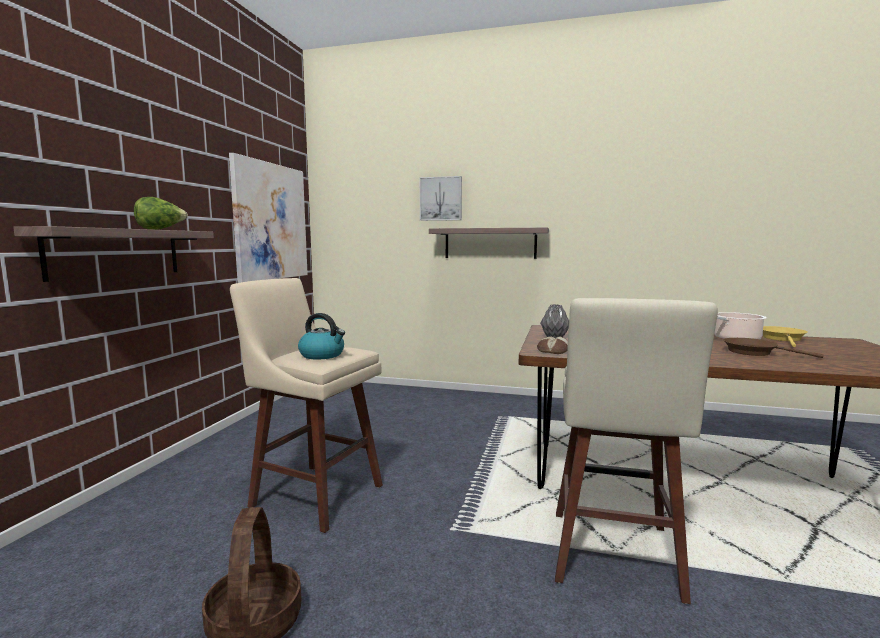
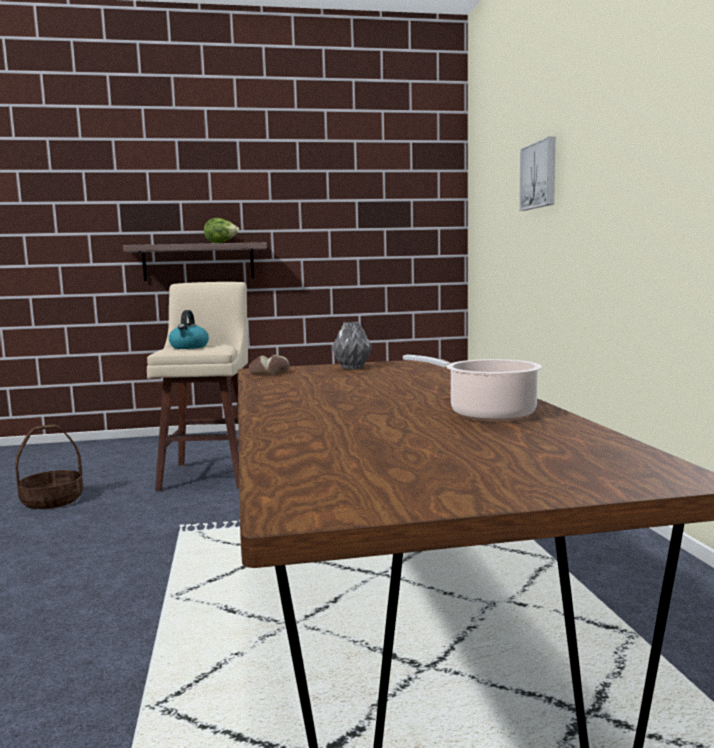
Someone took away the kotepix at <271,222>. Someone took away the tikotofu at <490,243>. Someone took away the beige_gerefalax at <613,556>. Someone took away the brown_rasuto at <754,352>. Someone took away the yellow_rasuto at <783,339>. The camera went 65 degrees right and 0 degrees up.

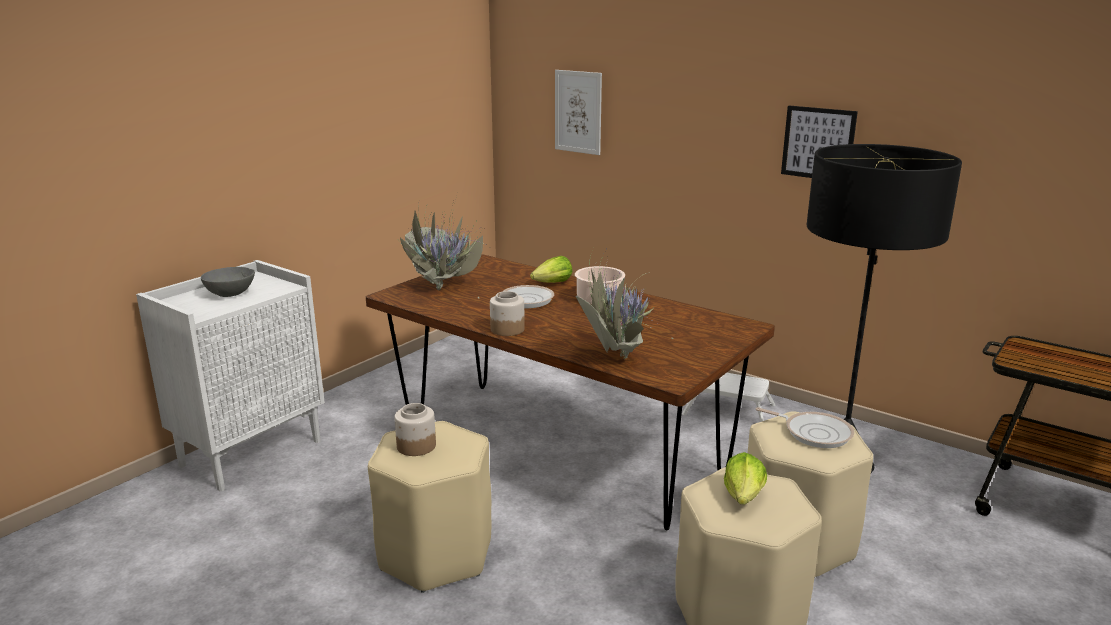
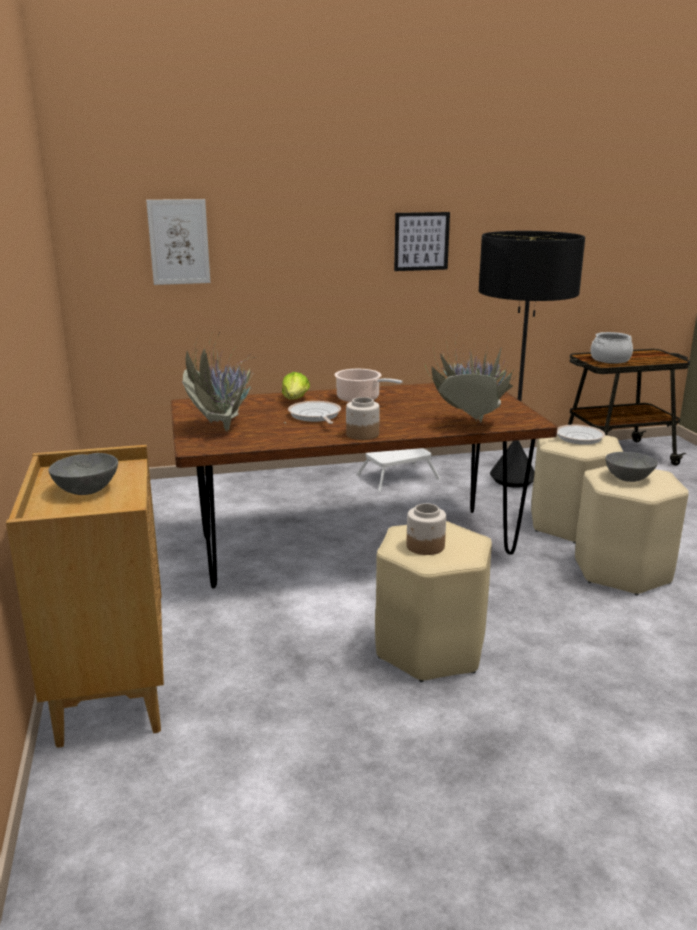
Someone repainted the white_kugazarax at <252,452>, which became the brown_kugazarax at <112,689>. Someone swapped the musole at <744,496> for the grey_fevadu at <628,478>. Someone put down the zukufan at <610,359>. The camera went 50 degrees left and 0 degrees up.

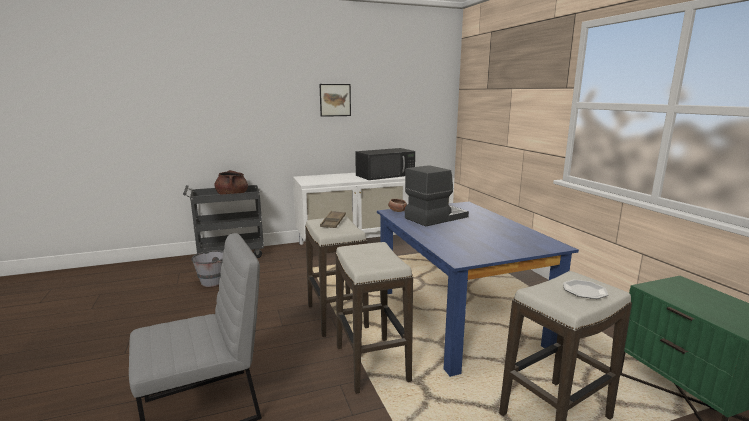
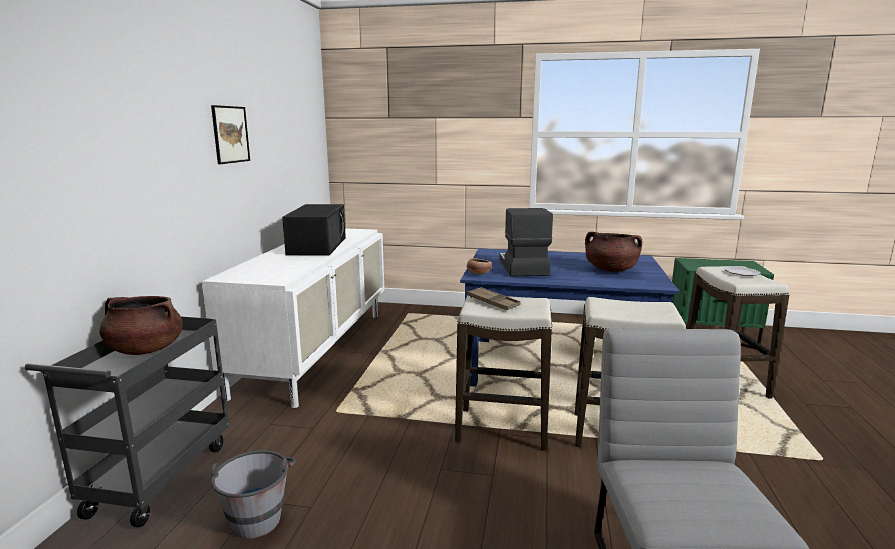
Someone put down the brown_zukufan at <610,270>. The camera went 60 degrees left and 0 degrees up.

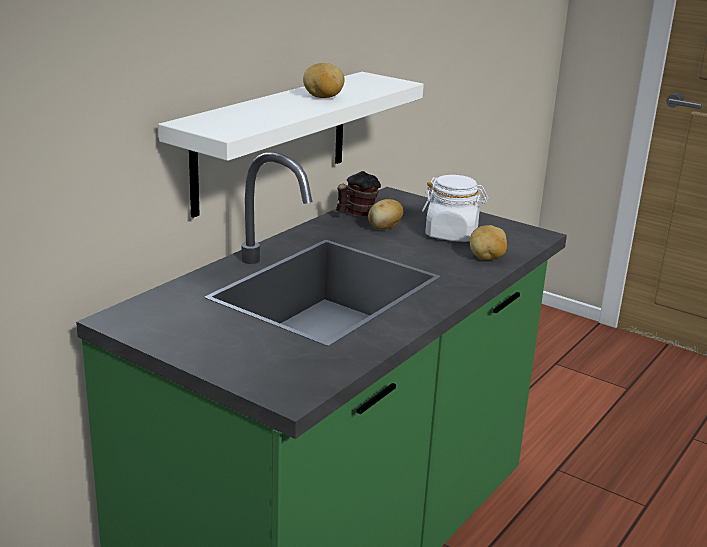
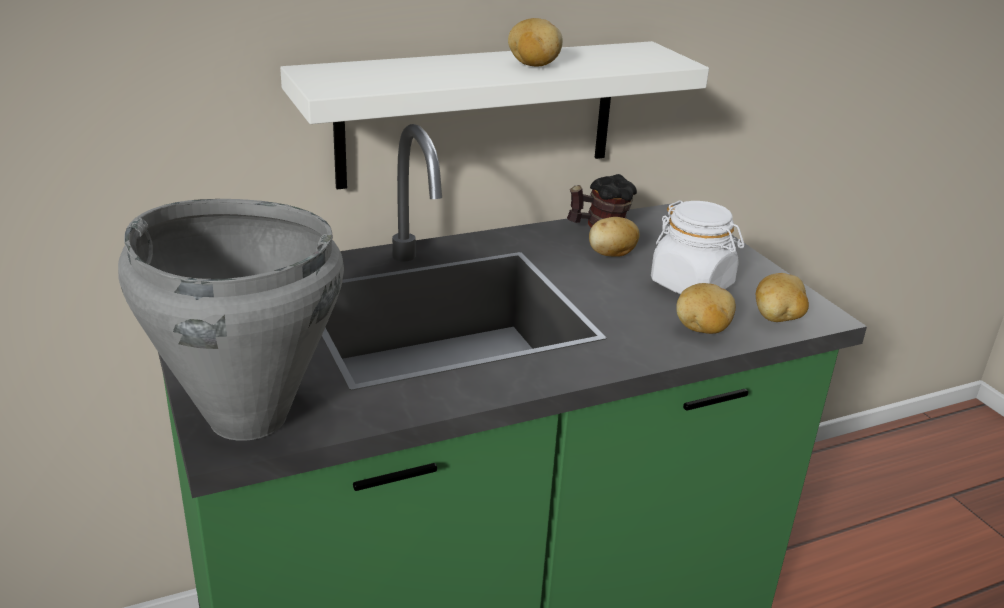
Someone put down the grey_zukufan at <247,416>. Someone put down the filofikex at <777,318>. The camera went 30 degrees right and 5 degrees up.

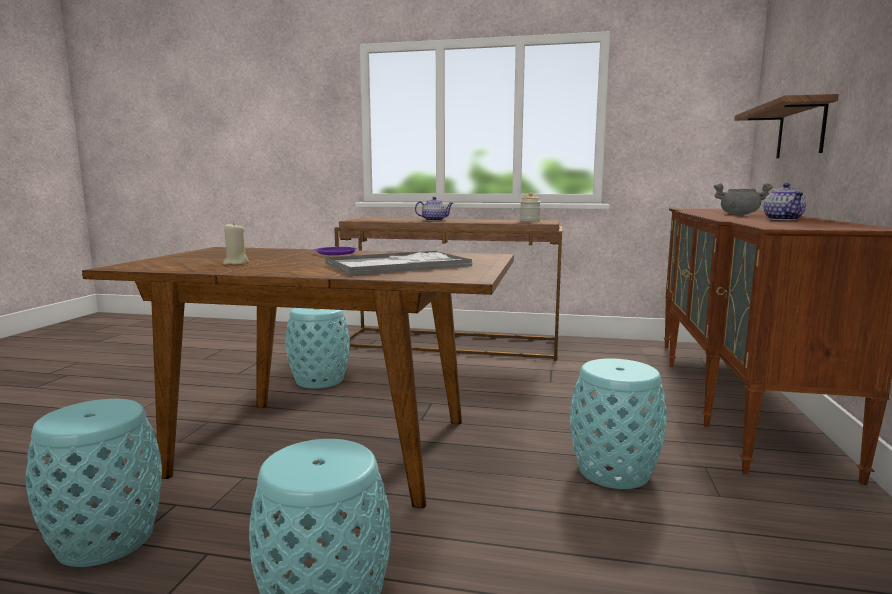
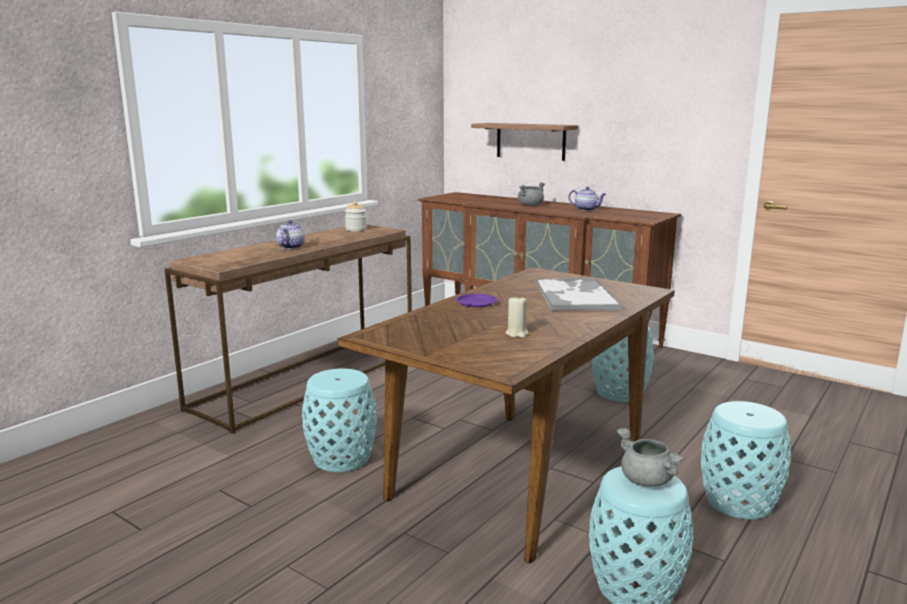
Someone put down the grey_zukufan at <648,481>. The camera went 65 degrees left and 5 degrees up.

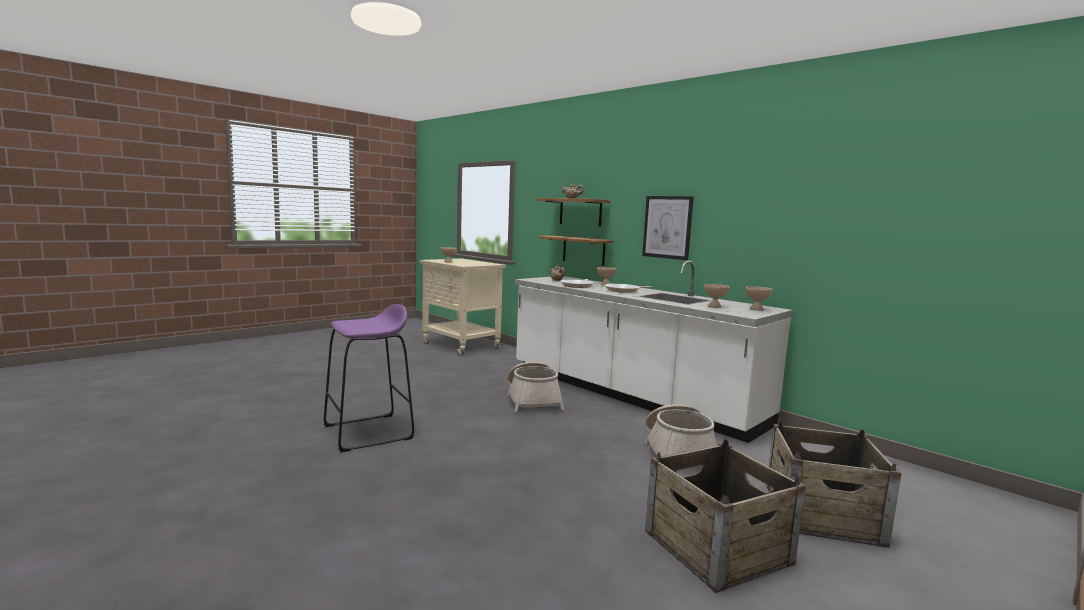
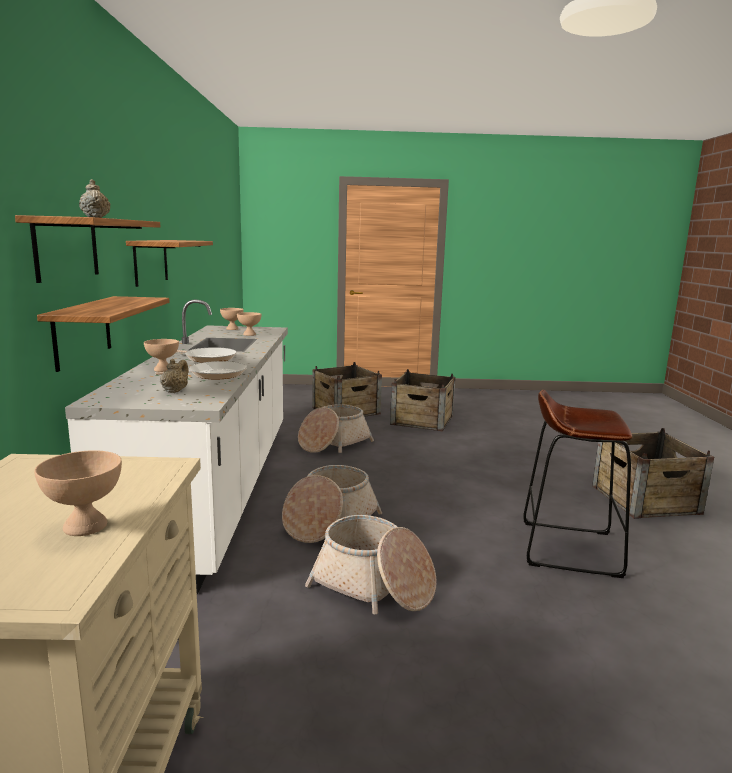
Someone repainted the purple_gerefalax at <368,432>, which became the brown_gerefalax at <569,548>. Someone swapped the kotepix at <667,227> for the tikotofu at <150,261>. Someone put down the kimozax at <374,586>. Someone put down the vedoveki at <644,499>. The camera went 135 degrees left and 5 degrees up.

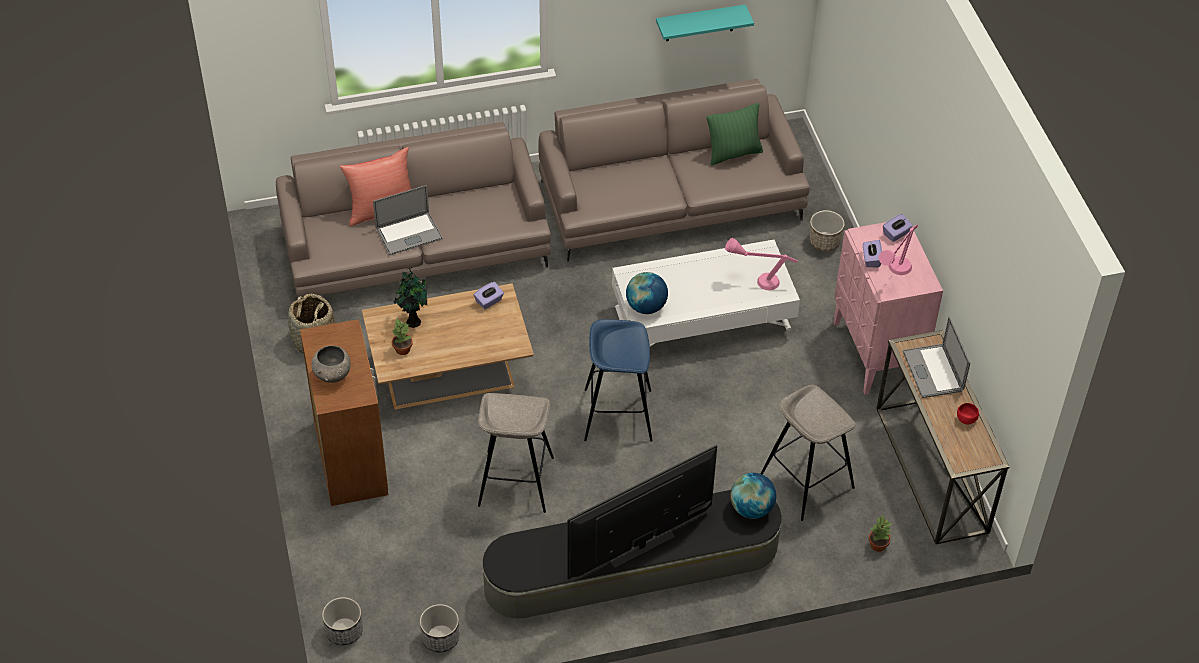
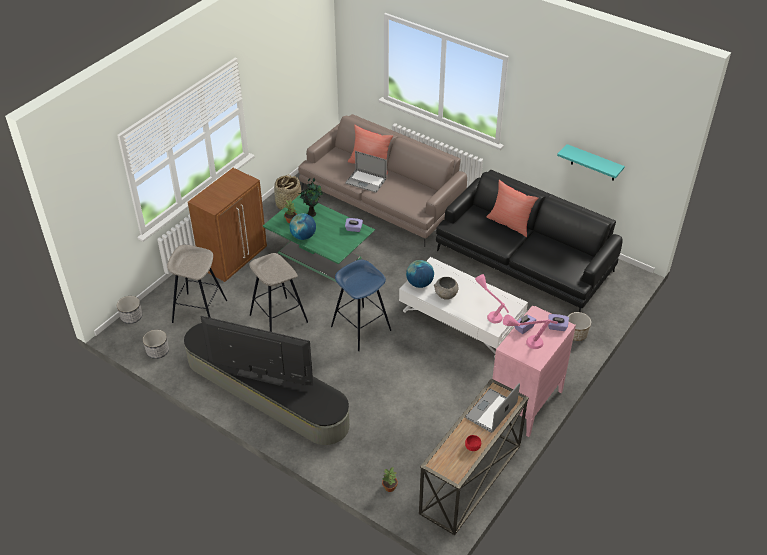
Someone carried the grey_fevadu from <333,375> to <446,295>. Someone repainted the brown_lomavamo at <450,371>, which became the green_lomavamo at <321,255>. Someone repainted the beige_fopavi at <670,199>, which became the black_fopavi at <525,260>. Someone took away the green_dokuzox at <733,153>. Someone carried the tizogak from <751,509> to <303,236>. Someone carried the grey_gerefalax from <806,482> to <199,311>. Someone put down the red_dokuzox at <510,223>. The camera went 50 degrees right and 5 degrees down.

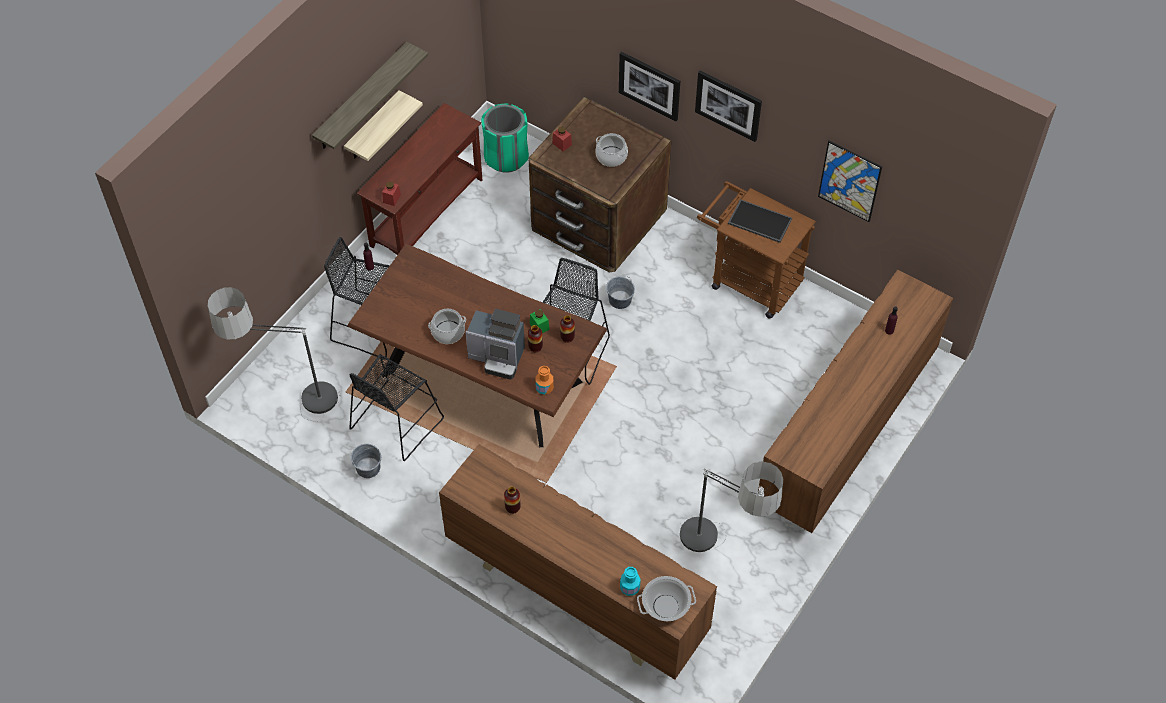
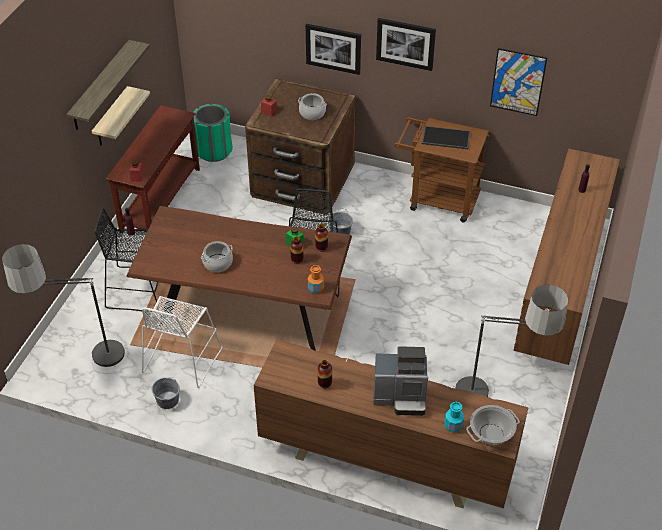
Someone repainted the black_gerefalax at <396,422>, which became the white_gerefalax at <182,358>. Someone carried the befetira from <498,357> to <401,397>. The camera went 15 degrees left and 10 degrees down.

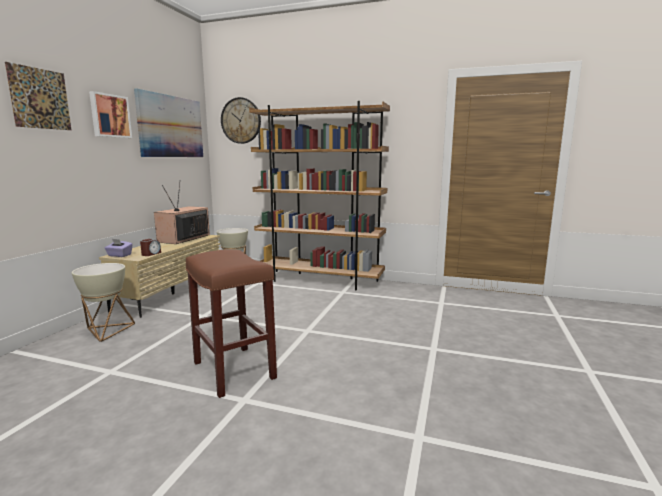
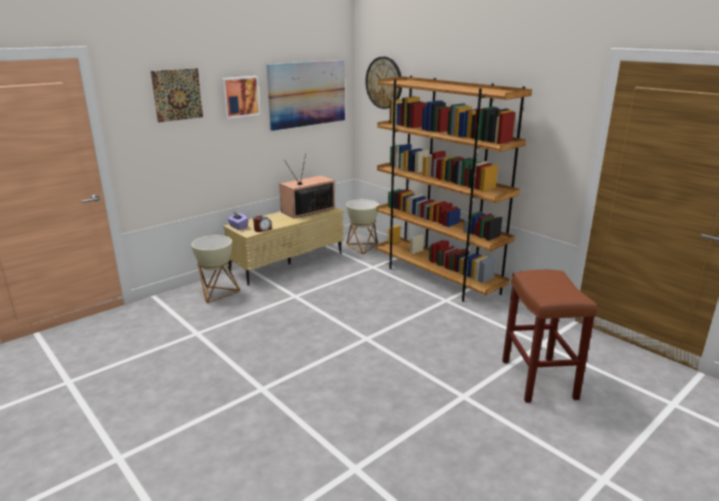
Someone carried the brown_gerefalax from <235,370> to <539,380>. The camera went 30 degrees right and 10 degrees up.

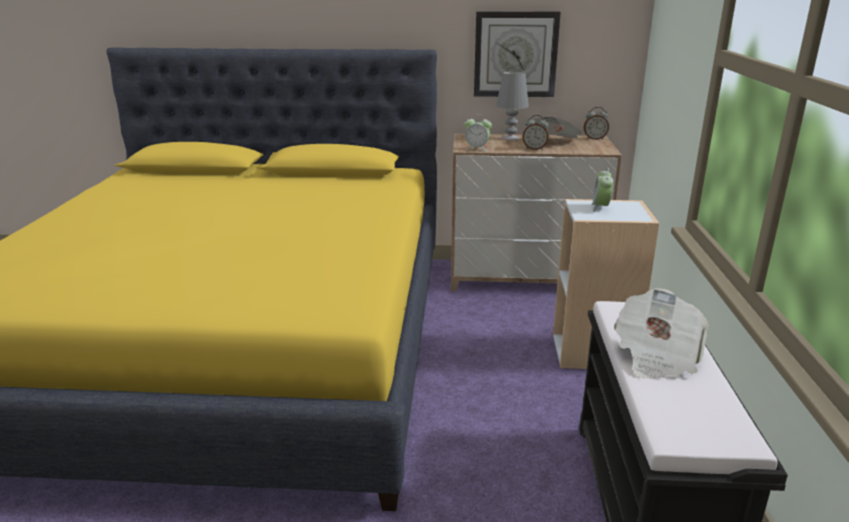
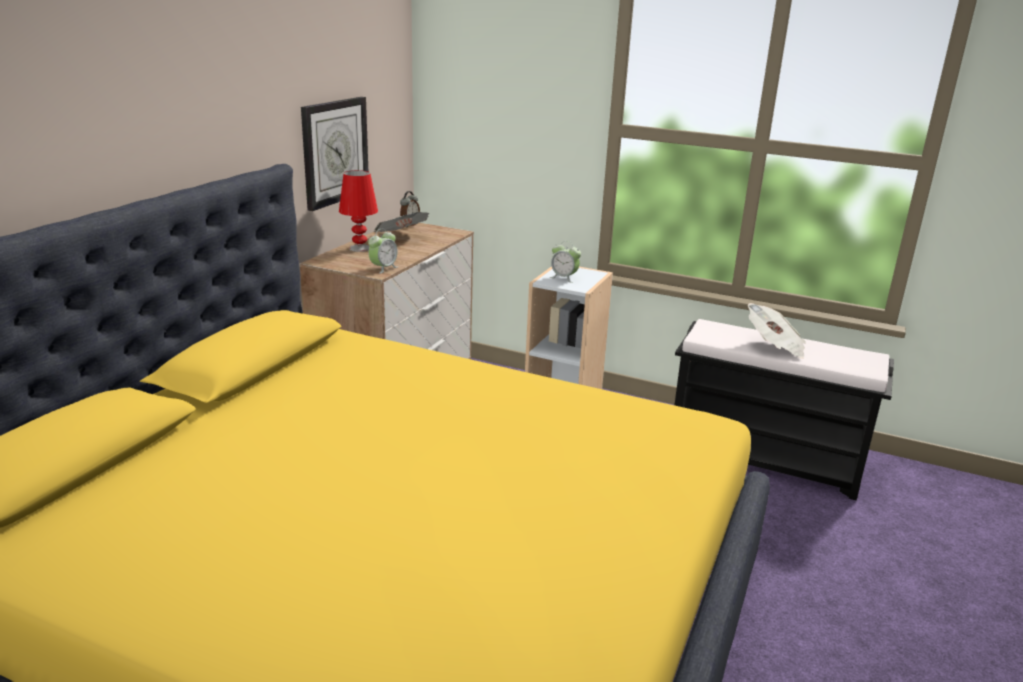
Someone repainted the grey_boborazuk at <510,138>, which became the red_boborazuk at <360,248>. Someone took away the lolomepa at <535,149>. The camera went 70 degrees left and 0 degrees up.

